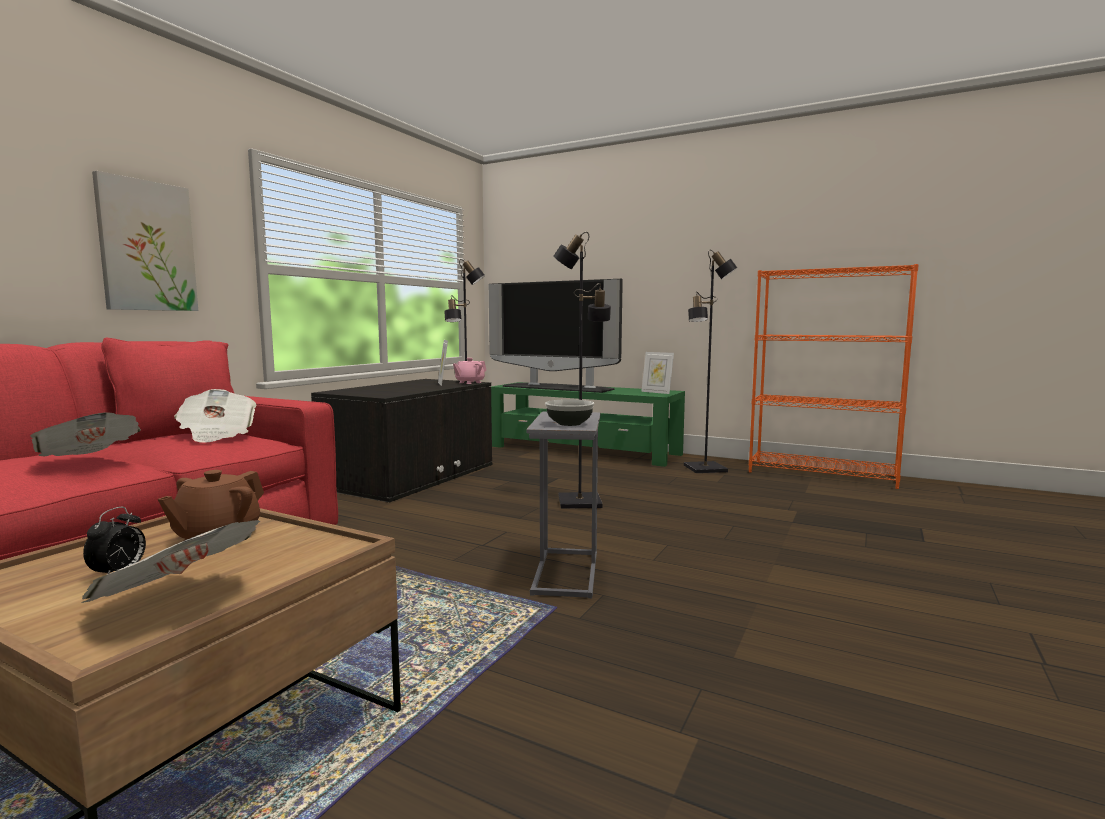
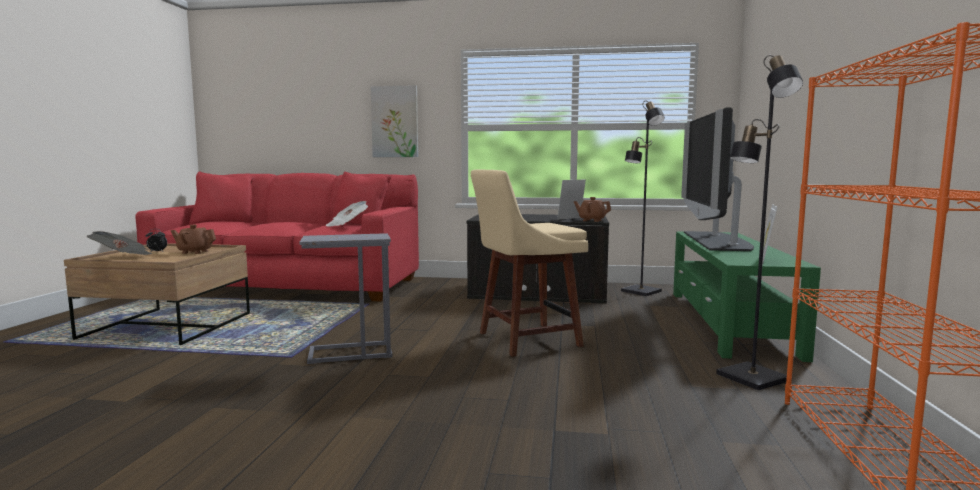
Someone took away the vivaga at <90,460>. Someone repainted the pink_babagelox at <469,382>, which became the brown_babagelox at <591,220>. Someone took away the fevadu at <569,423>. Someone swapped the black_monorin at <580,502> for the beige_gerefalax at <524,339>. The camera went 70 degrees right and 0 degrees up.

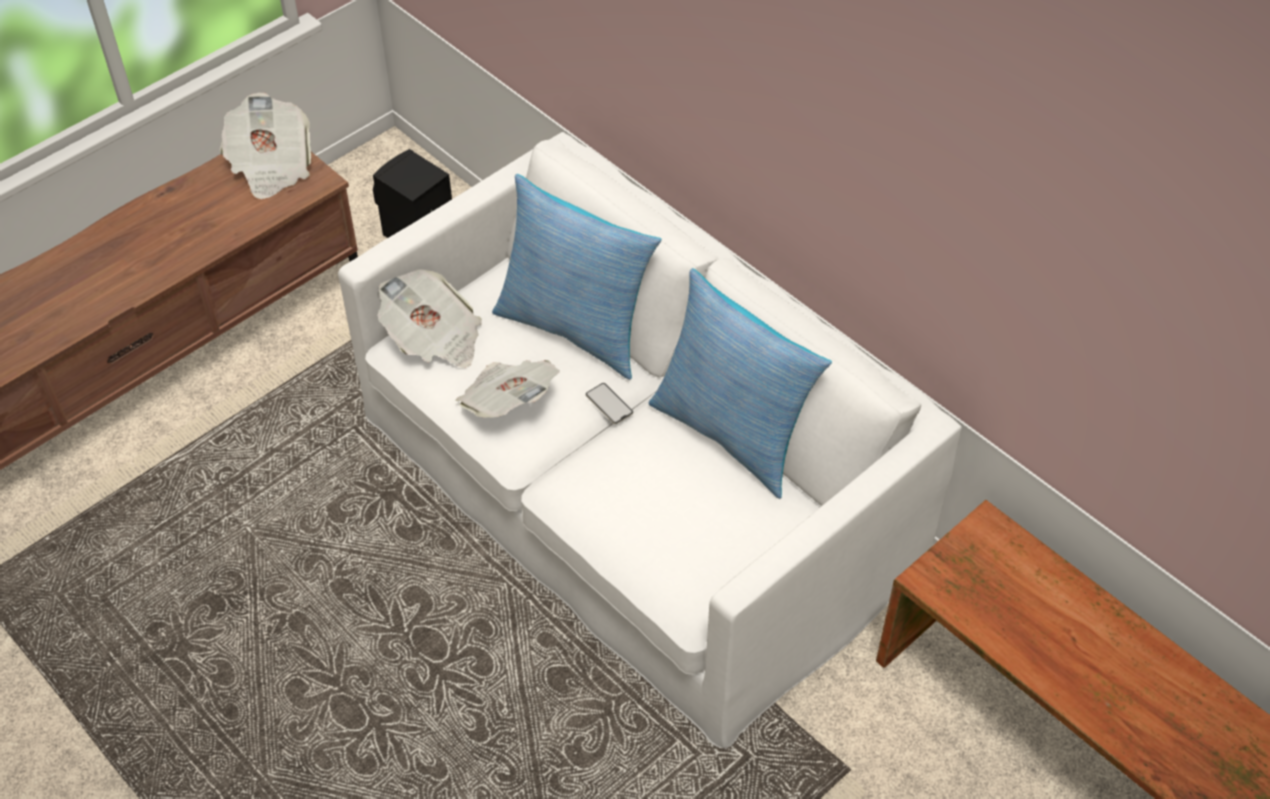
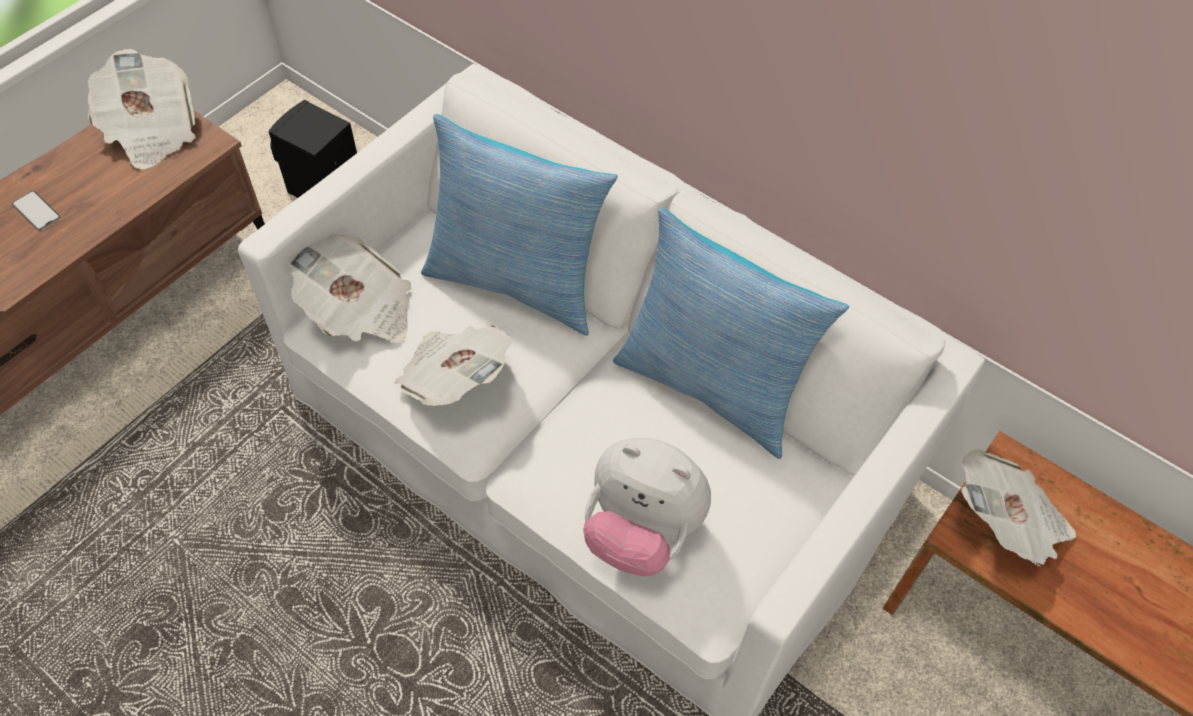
Someone carried the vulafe from <609,403> to <36,211>. Someone put down the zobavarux at <641,531>. Someone put down the vivaga at <1007,523>. The camera went 10 degrees left and 5 degrees up.

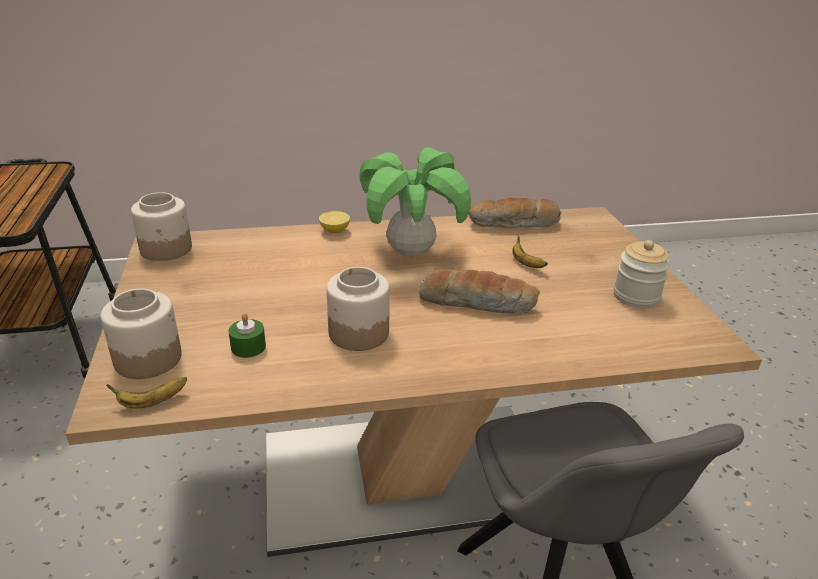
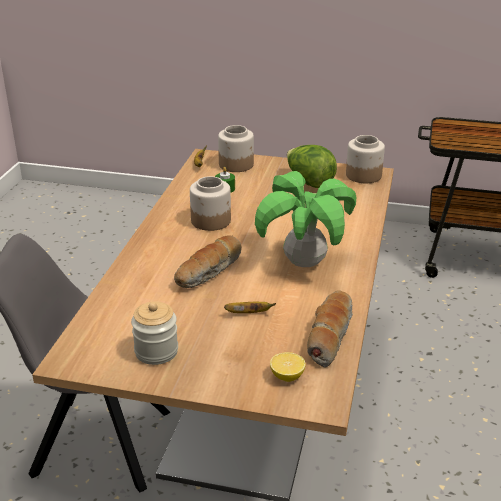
Someone carried the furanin from <334,231> to <287,376>. Someone put down the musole at <309,182>. The camera went 115 degrees right and 0 degrees up.

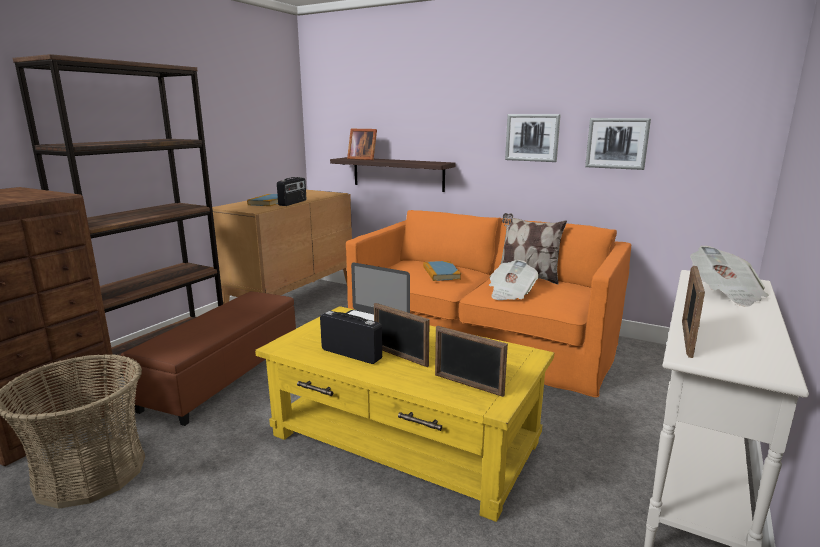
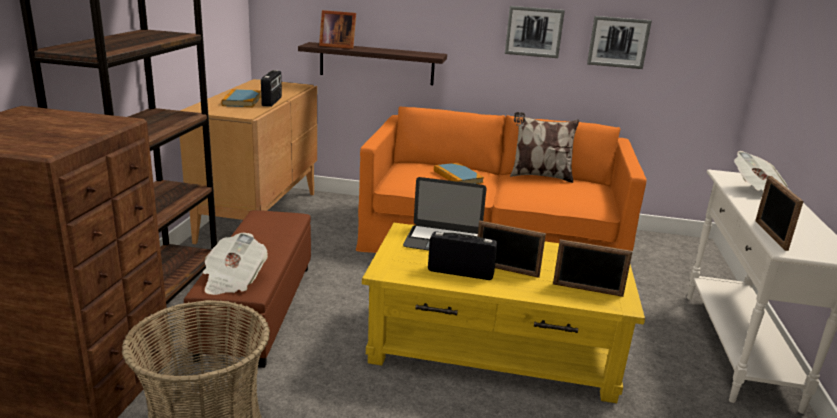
Someone carried the vivaga from <510,293> to <233,280>. The camera went 20 degrees left and 5 degrees up.

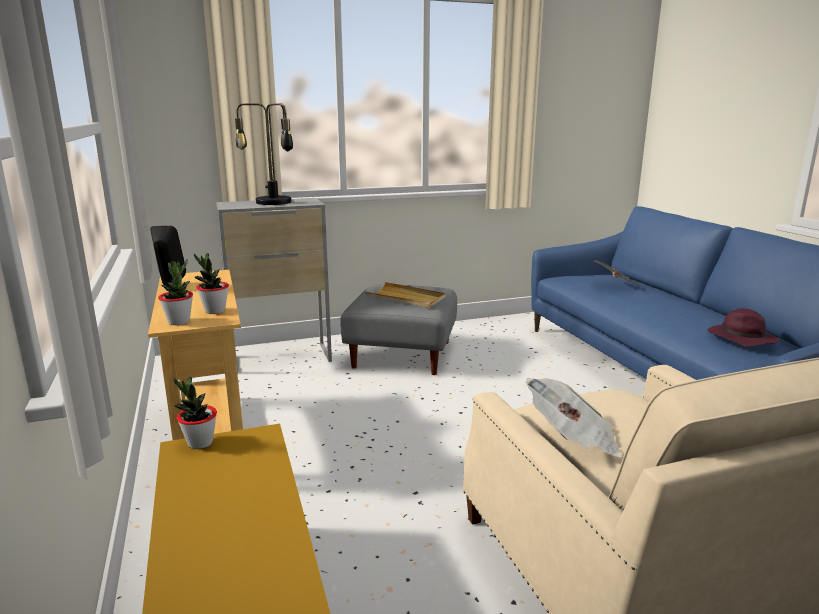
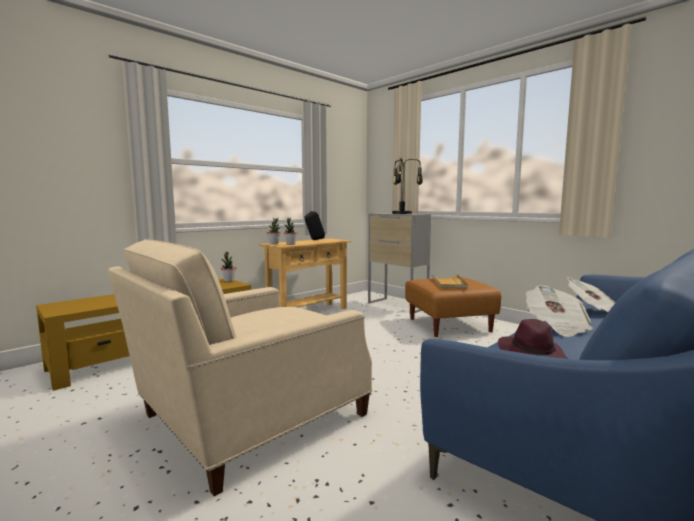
Someone repainted the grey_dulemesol at <401,354>, which became the brown_dulemesol at <449,325>. Someone carried the vivaga from <572,439> to <556,326>. The camera went 65 degrees right and 10 degrees down.

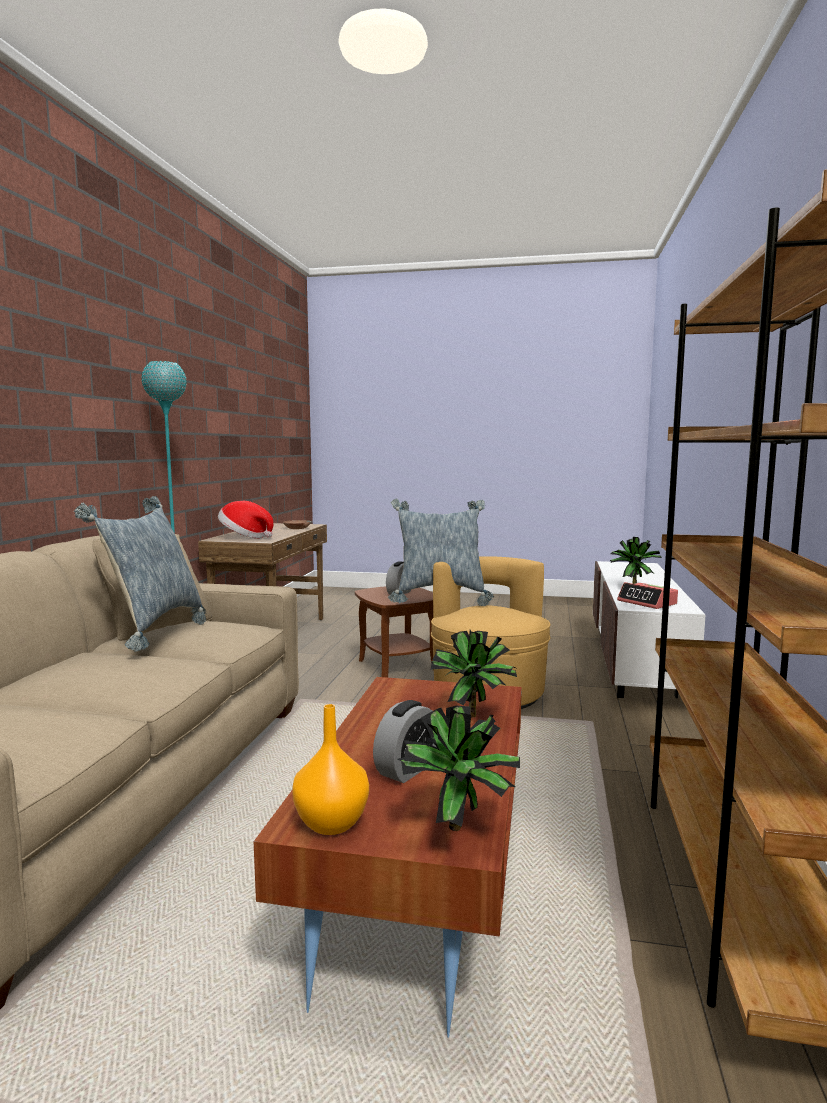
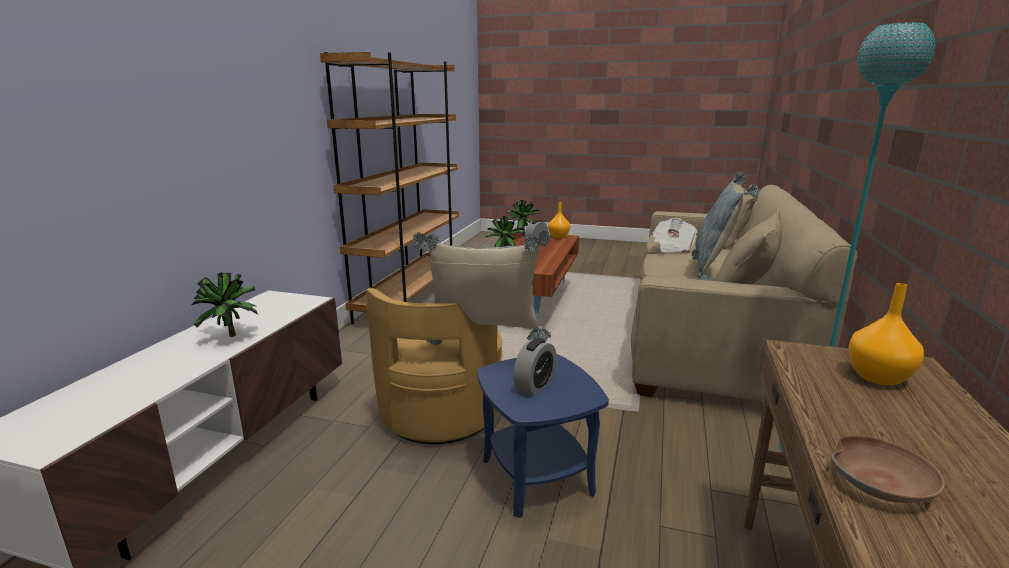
Someone swapped the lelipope at <245,537> for the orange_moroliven at <876,377>. Someone repainted the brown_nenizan at <397,665>, which became the blue_nenizan at <537,477>. Someone took away the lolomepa at <647,603>. Someone put down the vivaga at <672,247>. The camera went 175 degrees left and 10 degrees up.

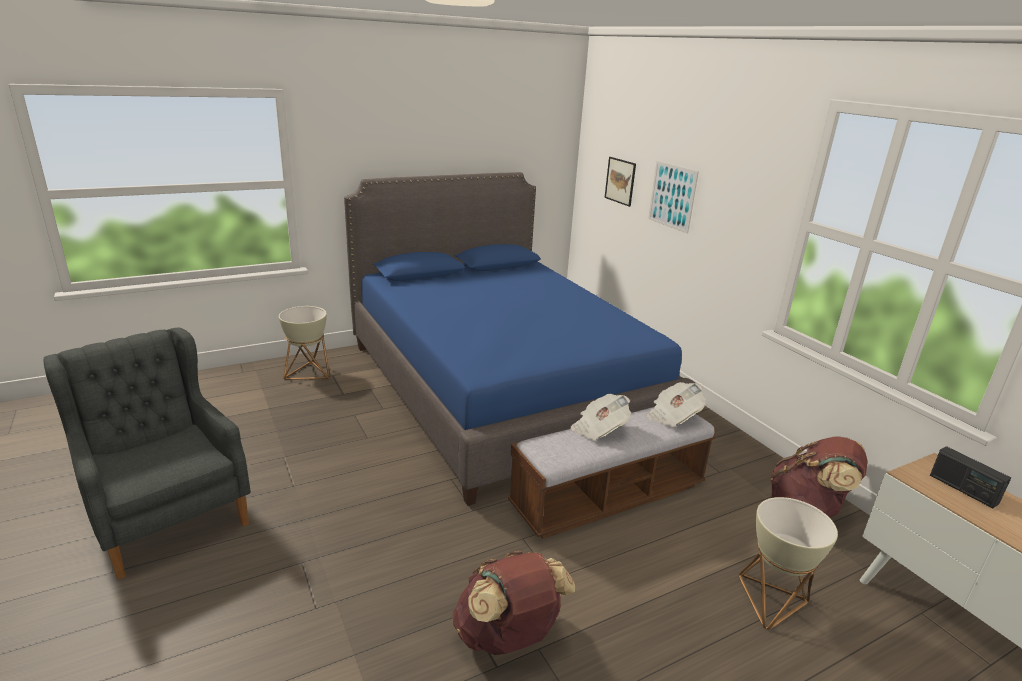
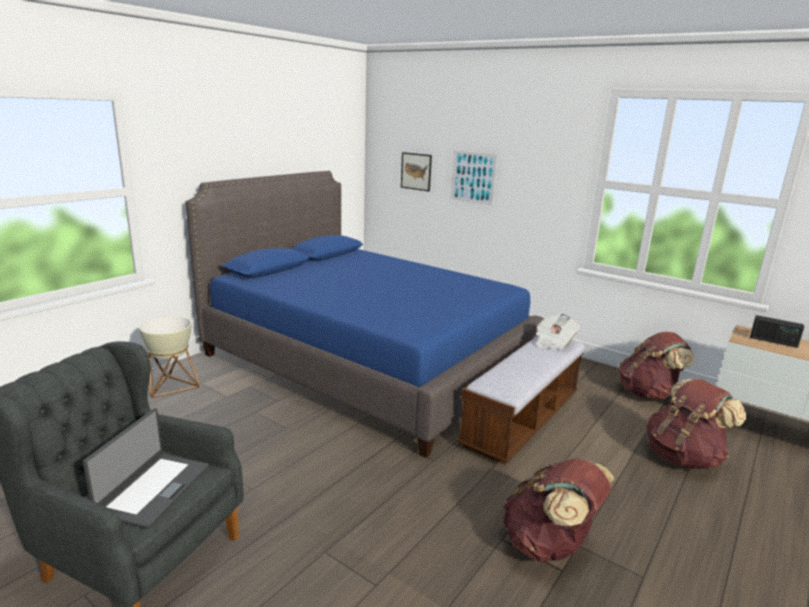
Someone took away the vivaga at <599,429>. Someone swapped the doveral at <772,601> for the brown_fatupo at <683,457>. Someone put down the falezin at <153,489>. The camera went 25 degrees left and 5 degrees down.

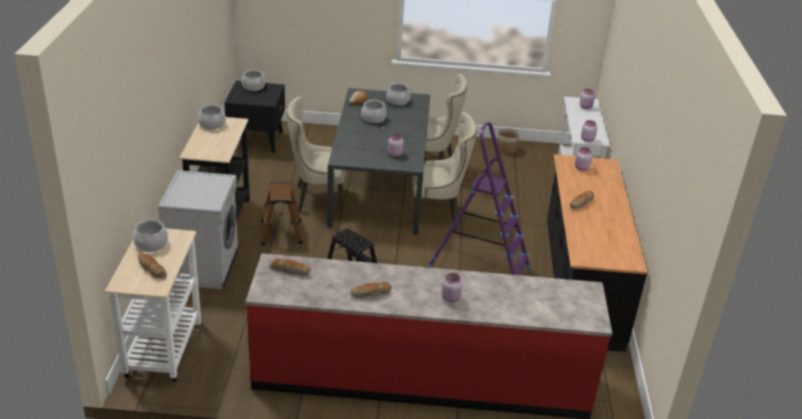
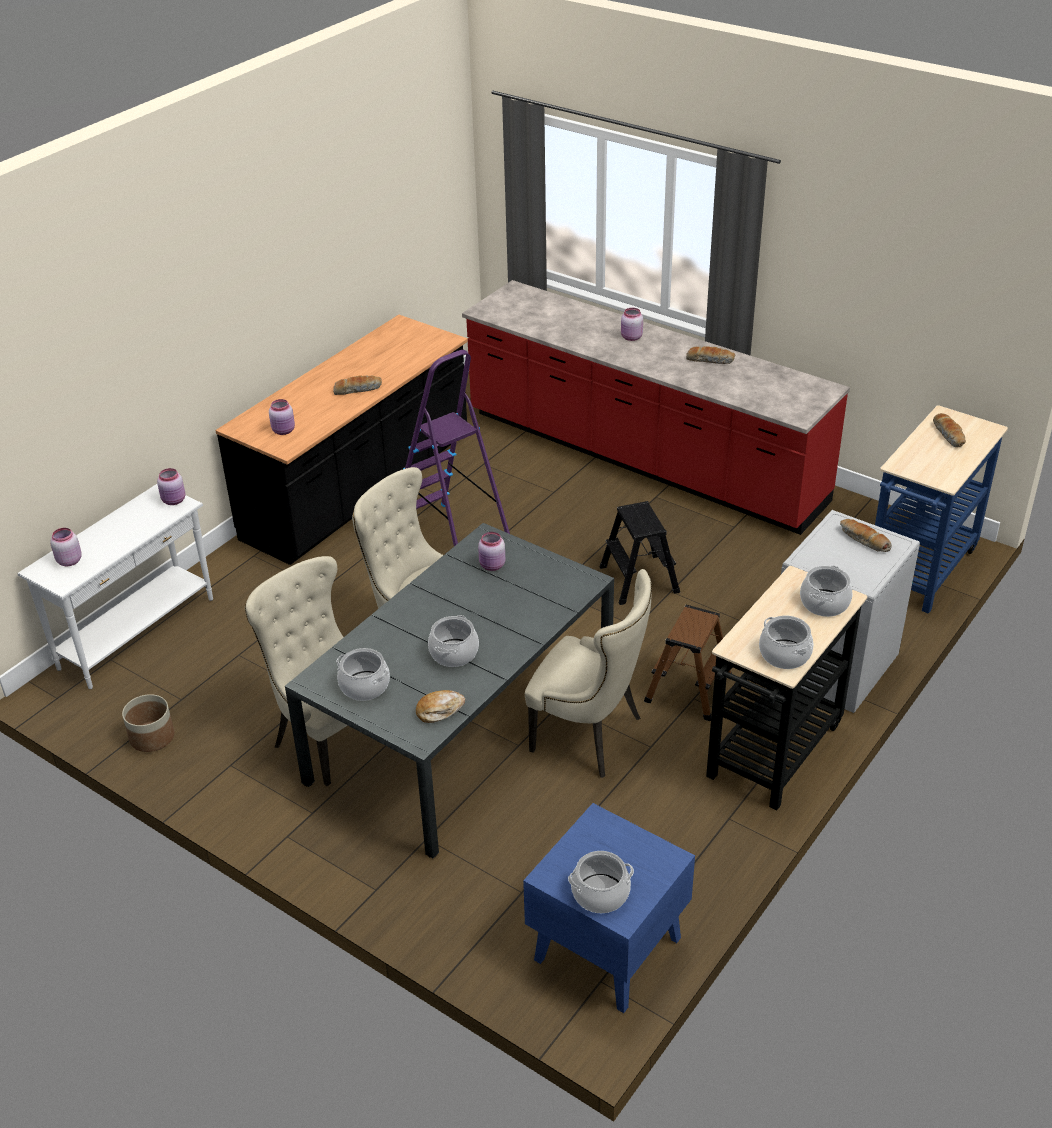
Someone repainted the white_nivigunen at <164,348>, which became the blue_nivigunen at <920,570>. Someone carried the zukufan from <151,244> to <824,603>. Someone repainted the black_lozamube at <257,140>, which became the blue_lozamube at <606,950>. Someone carried the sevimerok from <290,270> to <863,540>. The camera went 145 degrees left and 5 degrees up.

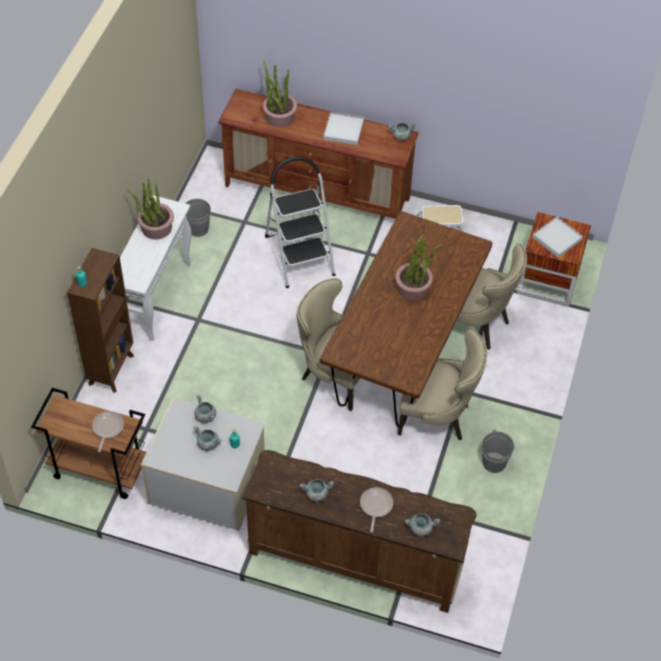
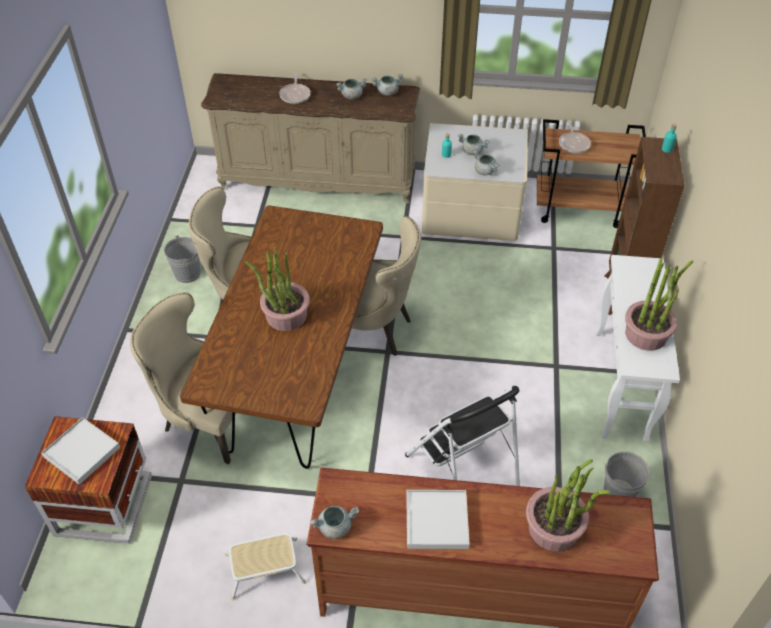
Someone carried the grey_zukufan from <420,528> to <387,92>. The camera went 170 degrees right and 5 degrees down.

